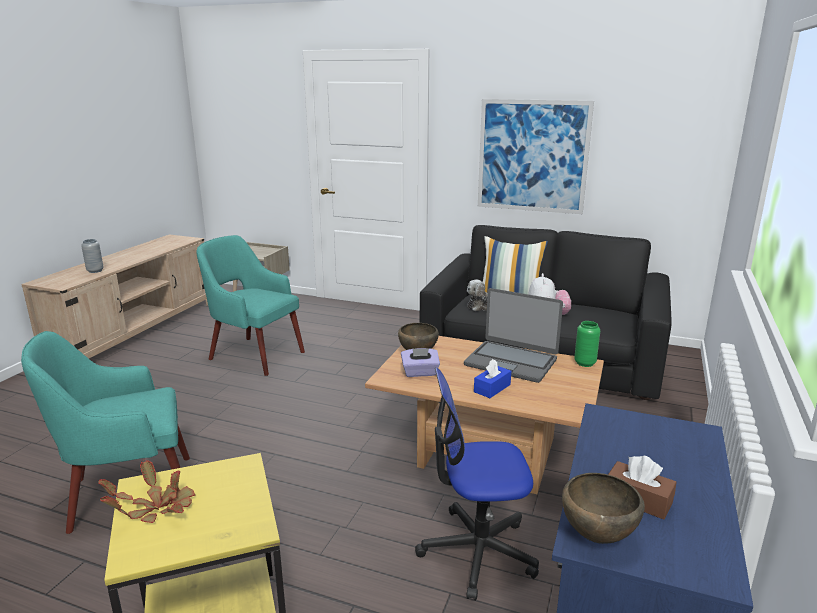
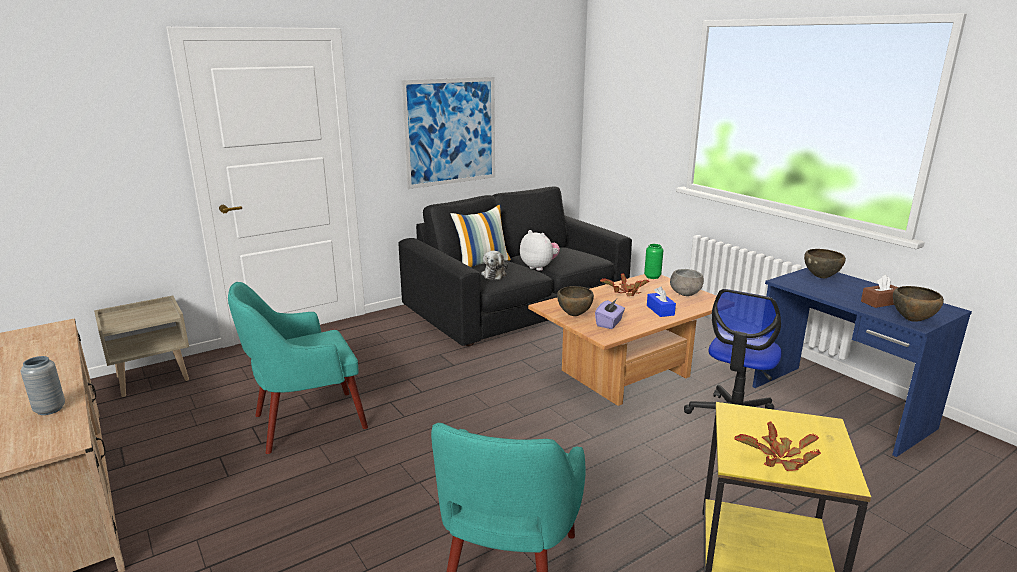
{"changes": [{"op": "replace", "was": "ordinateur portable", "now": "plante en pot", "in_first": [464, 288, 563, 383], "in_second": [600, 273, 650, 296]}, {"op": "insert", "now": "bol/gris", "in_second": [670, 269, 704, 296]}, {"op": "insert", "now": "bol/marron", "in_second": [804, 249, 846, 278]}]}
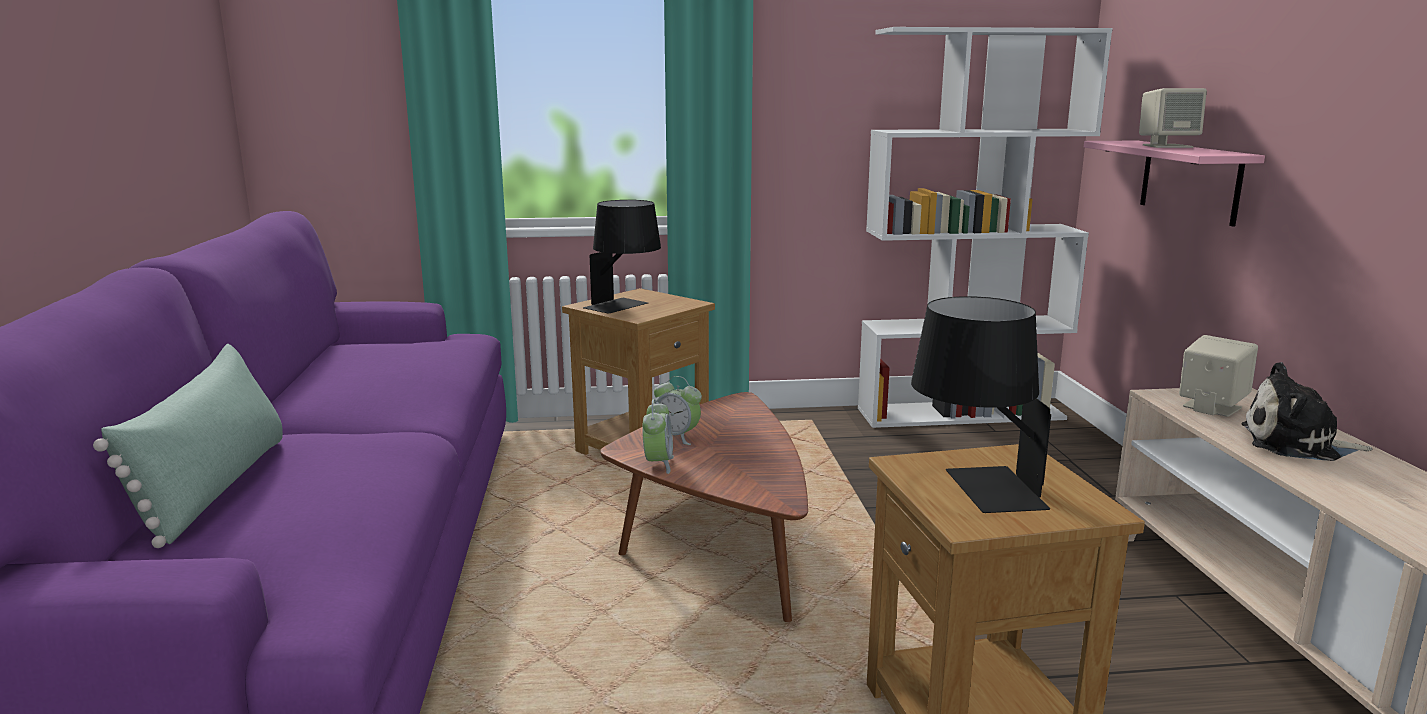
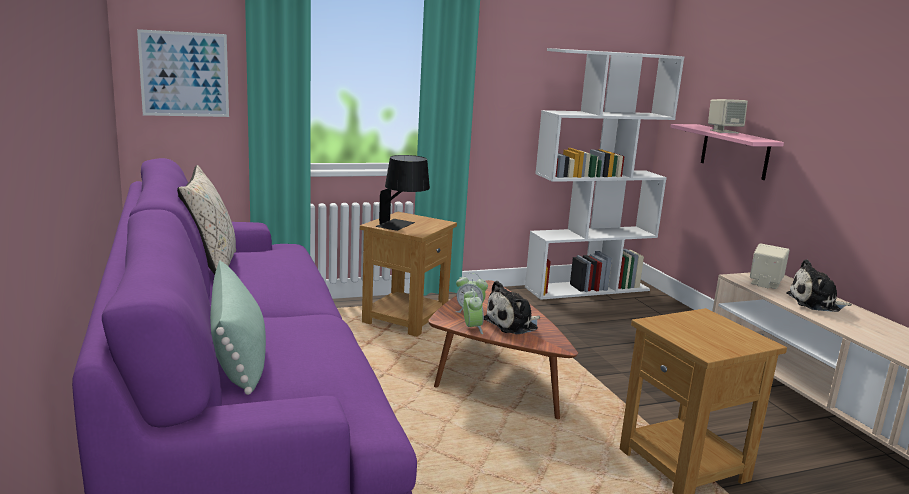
{"changes": [{"op": "insert", "now": "tableau", "in_second": [137, 29, 229, 117]}, {"op": "insert", "now": "coussin/beige", "in_second": [177, 165, 236, 274]}, {"op": "insert", "now": "peluche", "in_second": [484, 281, 540, 334]}, {"op": "delete", "was": "lampe de table/noir", "in_first": [911, 296, 1051, 513]}]}
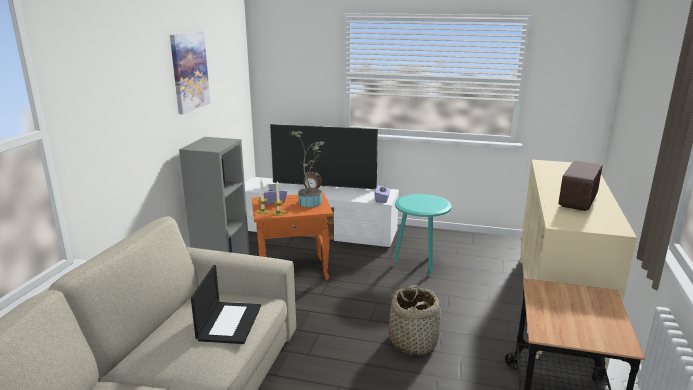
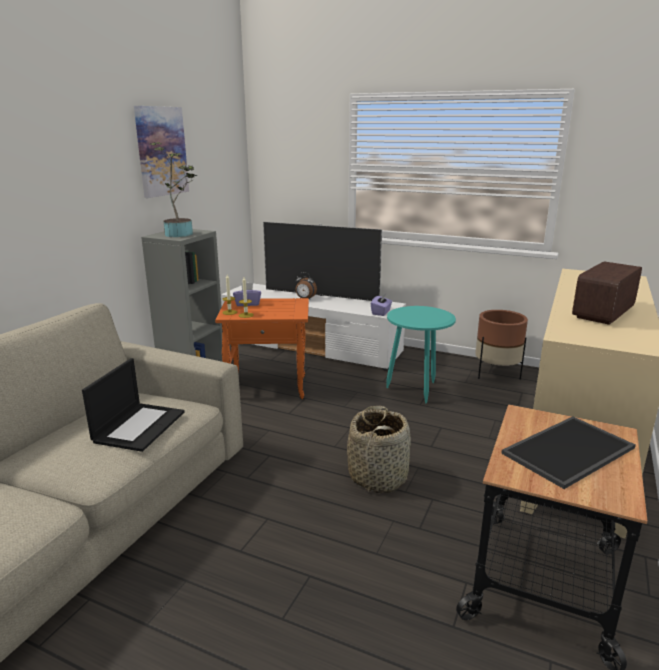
{"changes": [{"op": "move", "was": "plante en pot", "in_first": [290, 131, 324, 207], "in_second": [150, 142, 197, 237]}, {"op": "insert", "now": "cache-pot/marron", "in_second": [475, 310, 528, 380]}, {"op": "insert", "now": "plateau", "in_second": [501, 417, 636, 489]}]}
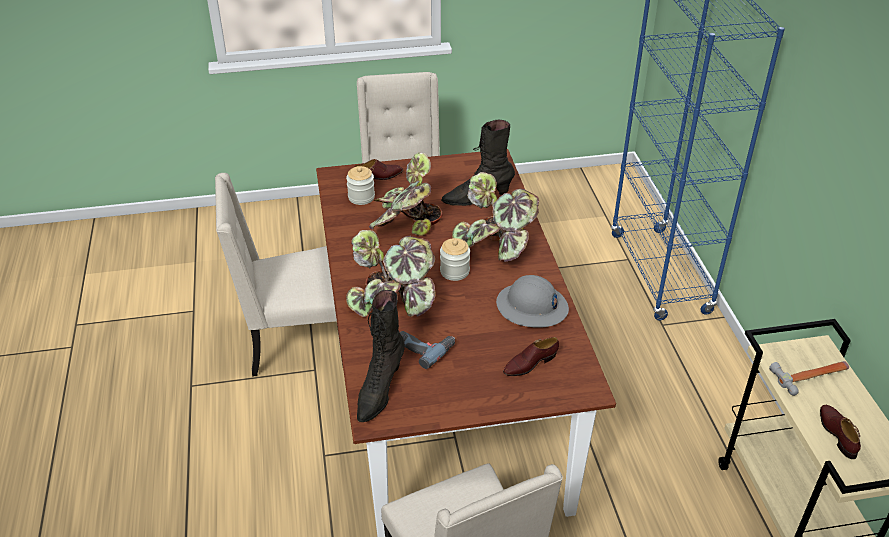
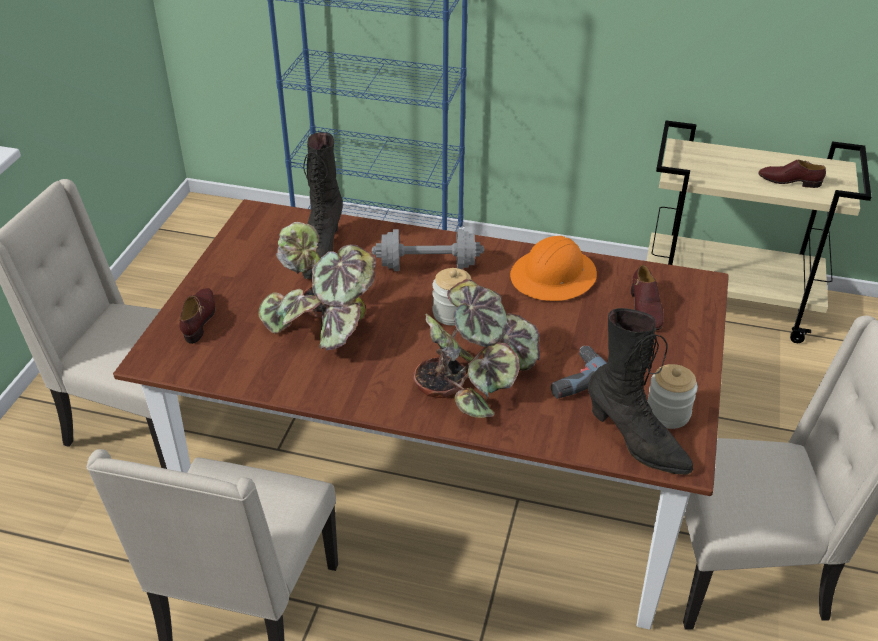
{"changes": [{"op": "replace", "was": "plante en pot", "now": "haltère/gris", "in_first": [452, 172, 539, 262], "in_second": [372, 229, 484, 271]}, {"op": "recolor", "was": "casque de chantier/gris", "now": "casque de chantier/orange", "in_first": [496, 275, 569, 328], "in_second": [510, 236, 597, 301]}, {"op": "move", "was": "bocal", "in_first": [346, 166, 375, 205], "in_second": [647, 364, 698, 429]}, {"op": "delete", "was": "marteau", "in_first": [769, 361, 849, 396]}]}
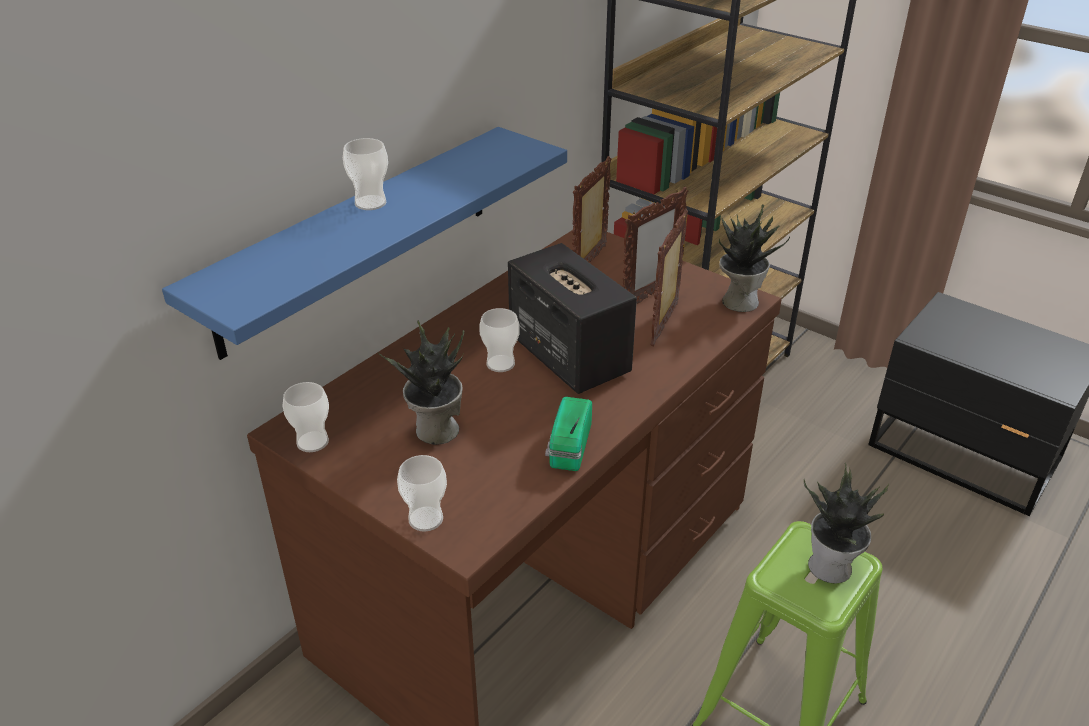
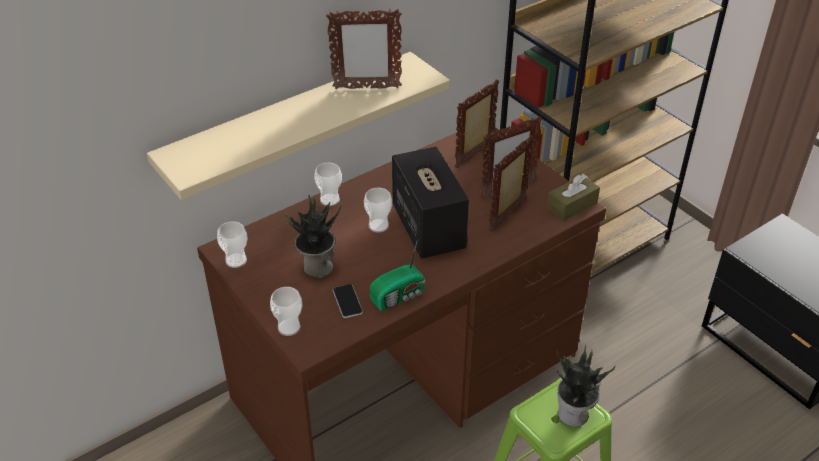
{"changes": [{"op": "recolor", "was": "étagère/bleu", "now": "étagère/beige", "in_first": [162, 127, 567, 360], "in_second": [146, 52, 450, 200]}, {"op": "move", "was": "tasse", "in_first": [343, 138, 388, 210], "in_second": [314, 162, 342, 206]}, {"op": "insert", "now": "cadre photo", "in_second": [326, 9, 402, 89]}, {"op": "insert", "now": "téléphone", "in_second": [333, 284, 363, 318]}, {"op": "rotate", "was": "radio", "in_first": [545, 397, 592, 471], "in_second": [370, 242, 425, 311], "clockwise": -150}, {"op": "replace", "was": "plante en pot", "now": "boîte à mouchoirs/marron", "in_first": [719, 205, 790, 312], "in_second": [547, 174, 600, 221]}]}
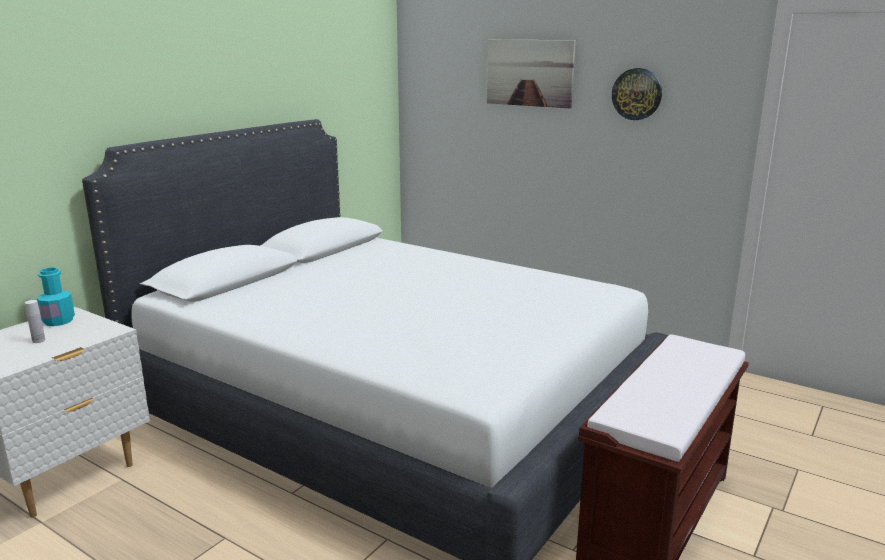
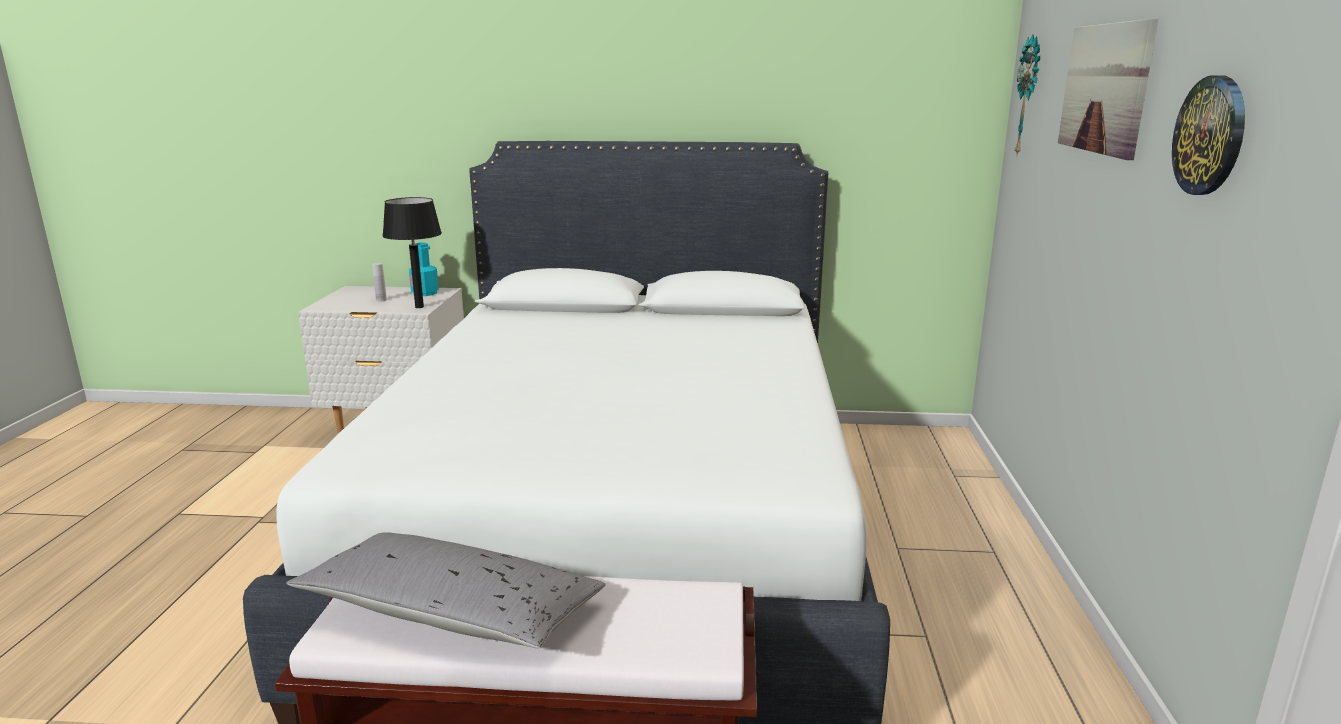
{"changes": [{"op": "insert", "now": "coussin/gris", "in_second": [286, 532, 606, 648]}, {"op": "insert", "now": "lampe de table/noir", "in_second": [382, 197, 442, 308]}, {"op": "insert", "now": "horloge murale", "in_second": [1014, 34, 1040, 155]}]}
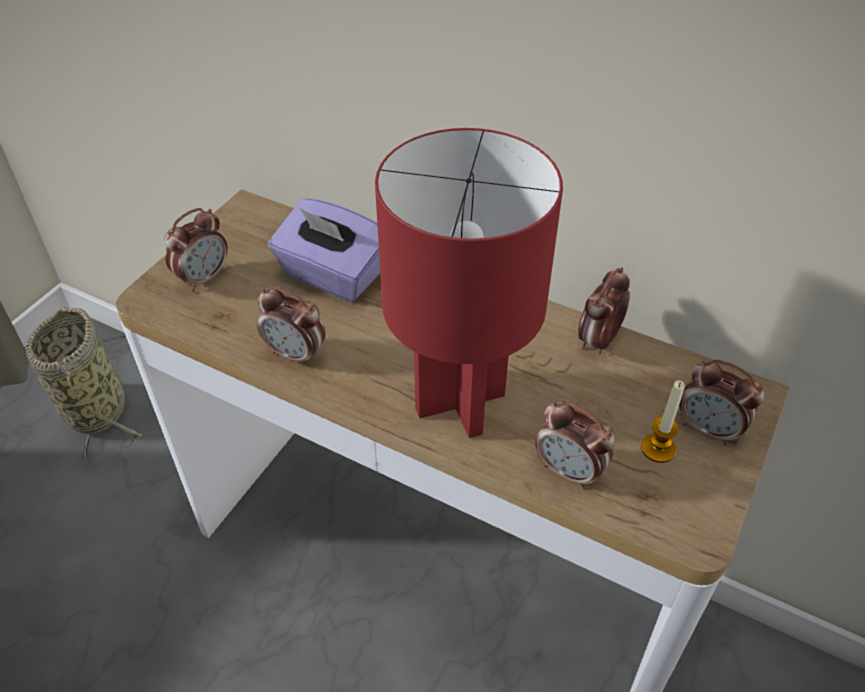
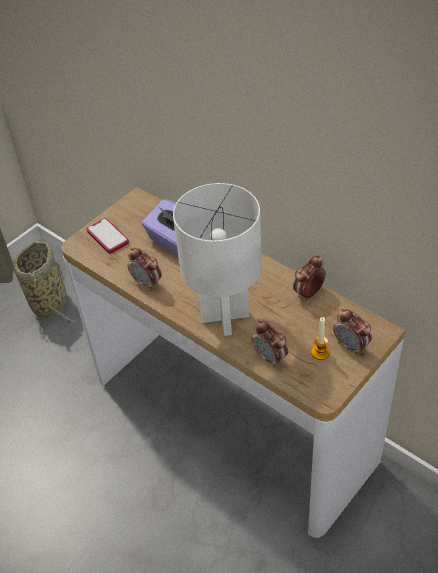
{"changes": [{"op": "replace", "was": "réveil", "now": "téléphone", "in_first": [164, 208, 228, 292], "in_second": [87, 218, 129, 253]}, {"op": "recolor", "was": "lampe de table/rouge", "now": "lampe de table/blanc", "in_first": [375, 128, 563, 438], "in_second": [173, 183, 262, 336]}]}
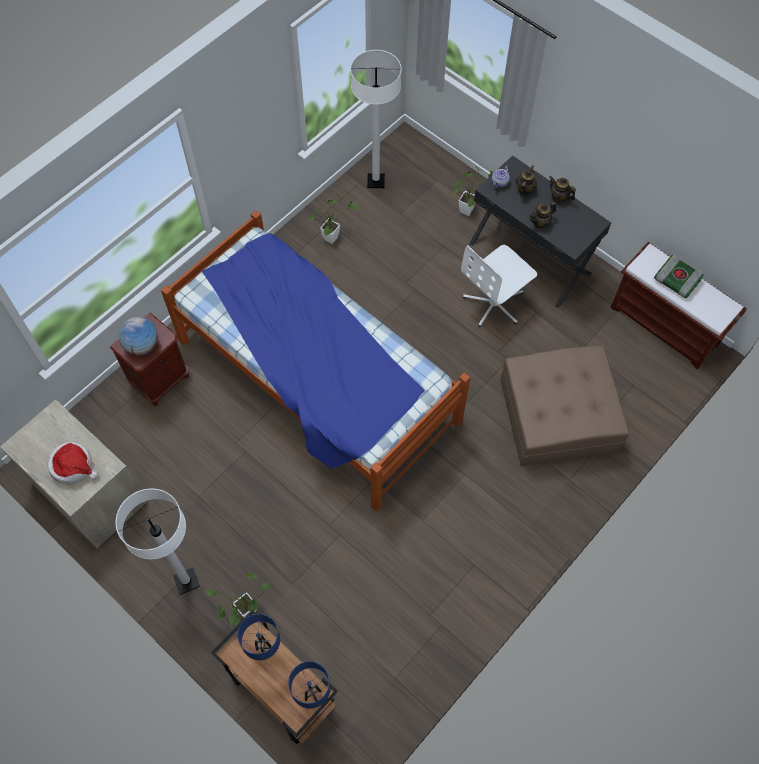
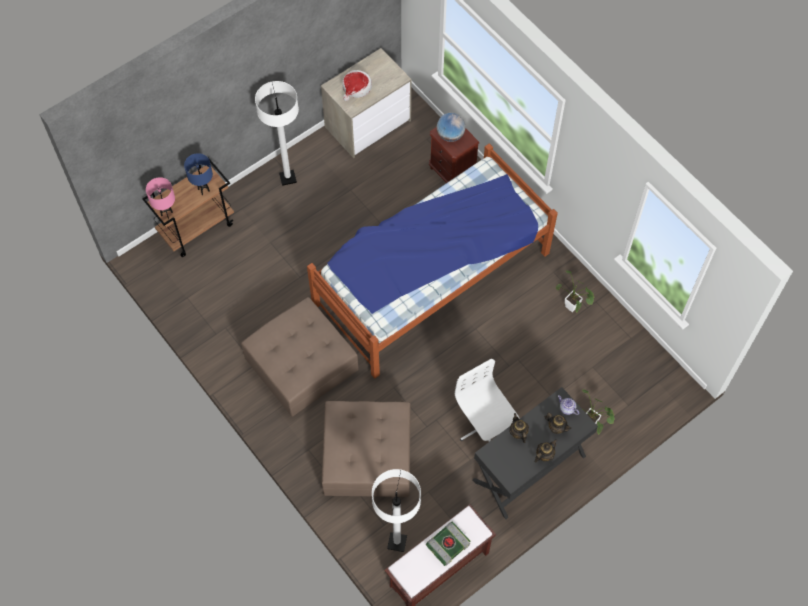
{"changes": [{"op": "recolor", "was": "lampe de table/bleu", "now": "lampe de table/rose", "in_first": [288, 661, 331, 709], "in_second": [146, 177, 175, 219]}, {"op": "insert", "now": "pouf/marron", "in_second": [241, 297, 359, 417]}, {"op": "move", "was": "lampadaire/blanc", "in_first": [351, 50, 401, 188], "in_second": [372, 469, 421, 552]}, {"op": "delete", "was": "plante en pot", "in_first": [205, 573, 270, 626]}]}
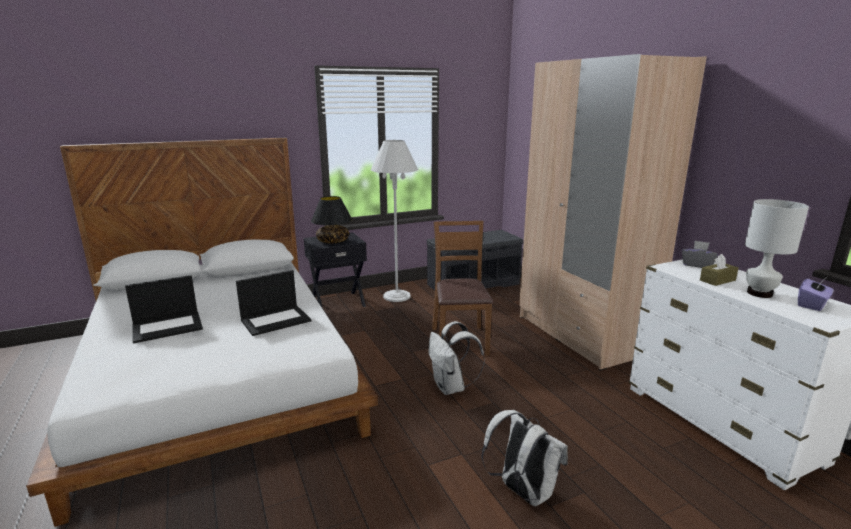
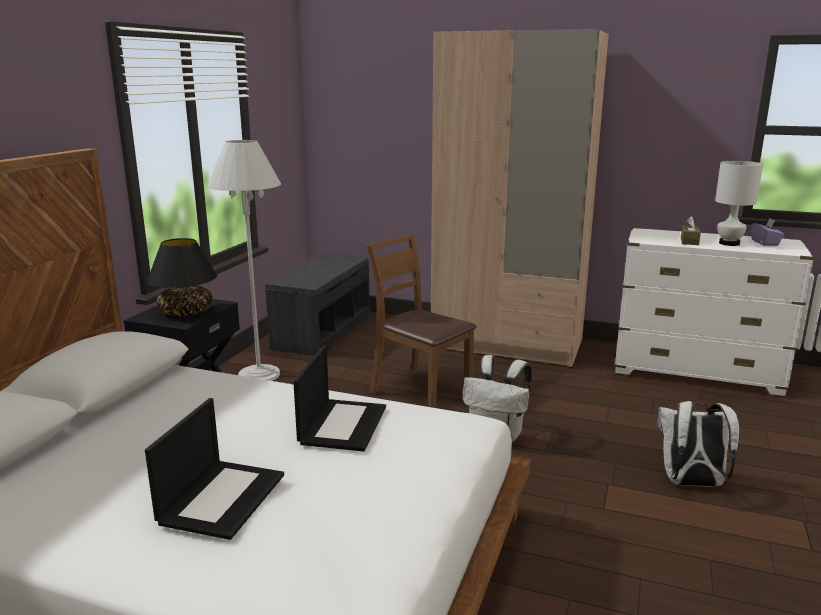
{"changes": [{"op": "delete", "was": "boîte à mouchoirs/gris", "in_first": [682, 241, 718, 268]}]}
